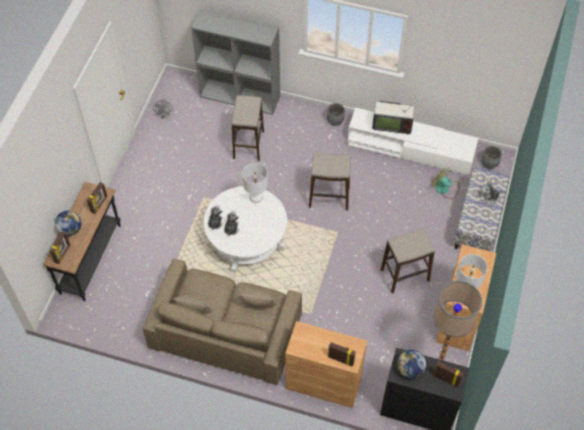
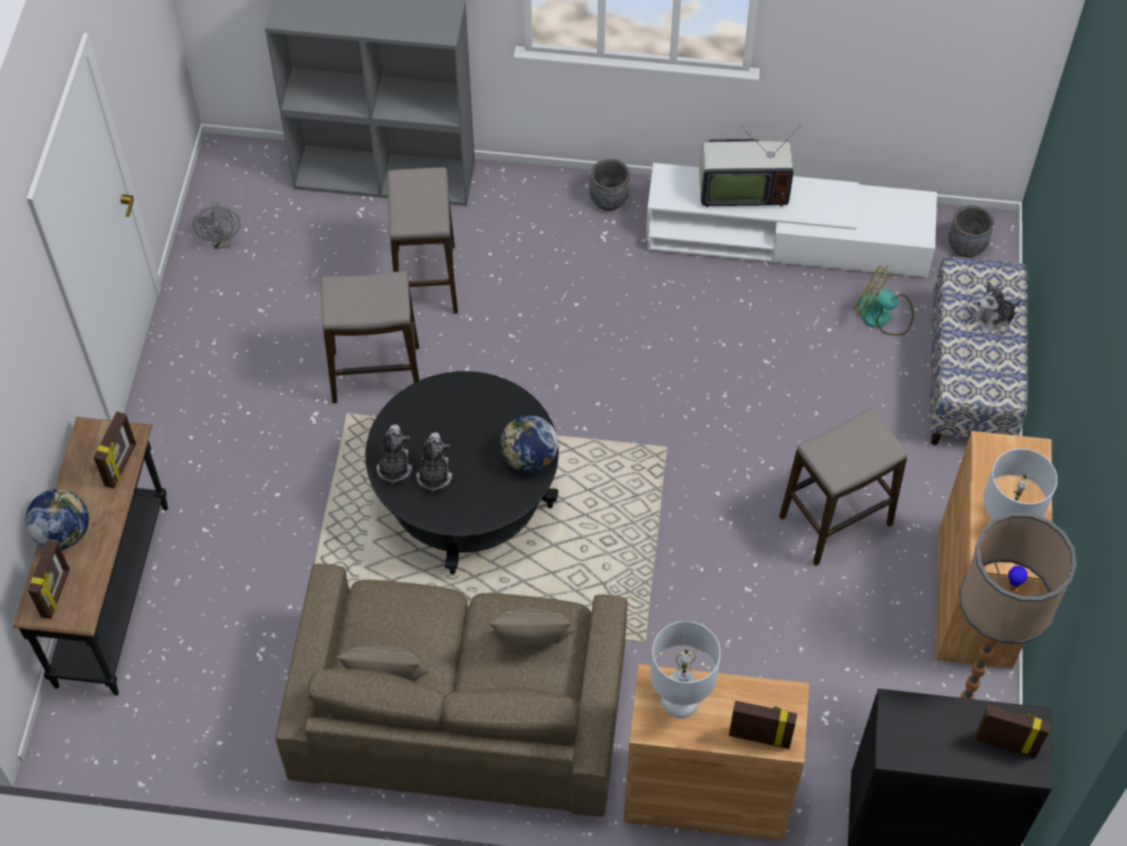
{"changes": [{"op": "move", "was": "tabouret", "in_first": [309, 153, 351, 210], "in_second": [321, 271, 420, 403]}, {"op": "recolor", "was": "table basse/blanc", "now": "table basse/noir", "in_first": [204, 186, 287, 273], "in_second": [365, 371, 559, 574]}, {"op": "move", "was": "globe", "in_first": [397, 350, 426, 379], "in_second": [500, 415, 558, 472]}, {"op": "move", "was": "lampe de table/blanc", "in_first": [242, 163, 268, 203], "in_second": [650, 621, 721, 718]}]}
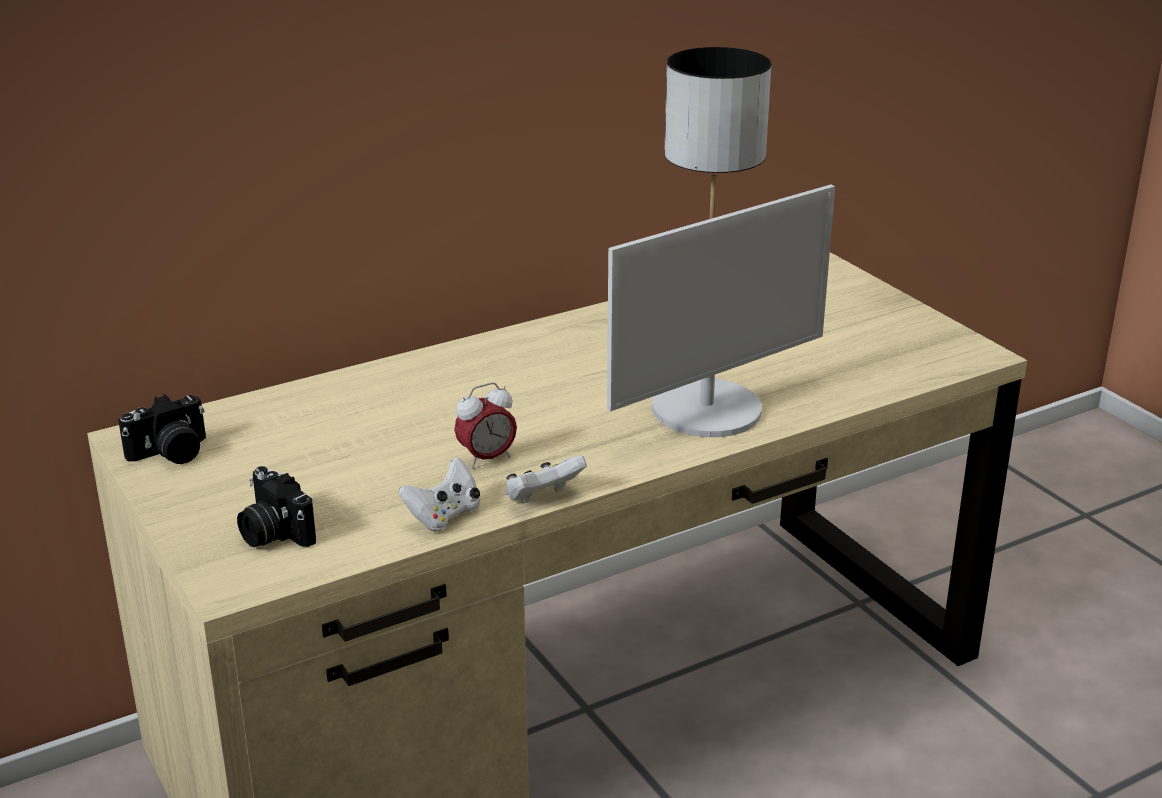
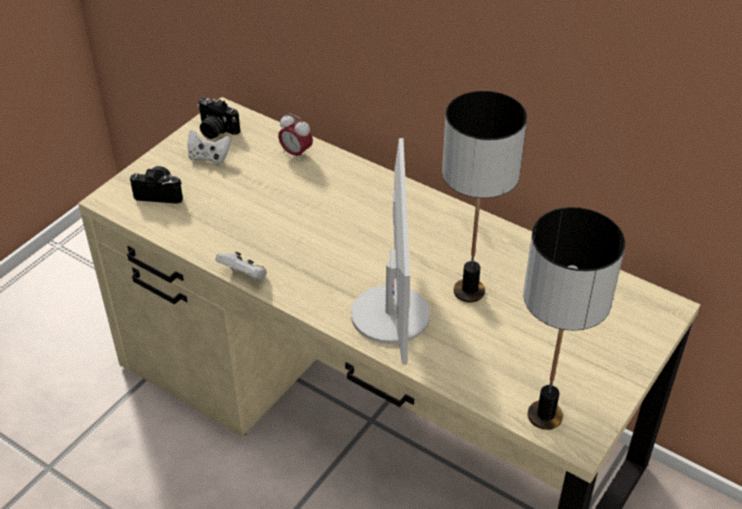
{"changes": [{"op": "rotate", "was": "appareil photo", "in_first": [237, 466, 316, 547], "in_second": [130, 166, 183, 204], "clockwise": 75}, {"op": "move", "was": "manette/blanc", "in_first": [399, 457, 480, 531], "in_second": [187, 130, 231, 165]}, {"op": "move", "was": "réveil", "in_first": [454, 382, 517, 469], "in_second": [278, 113, 313, 161]}, {"op": "rotate", "was": "écran d'ordinateur", "in_first": [607, 184, 835, 437], "in_second": [351, 138, 430, 365], "clockwise": -120}, {"op": "insert", "now": "lampe de table", "in_second": [523, 207, 625, 430]}]}
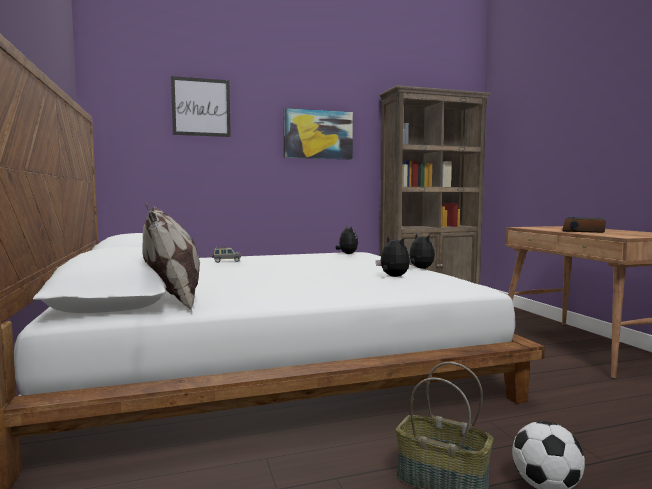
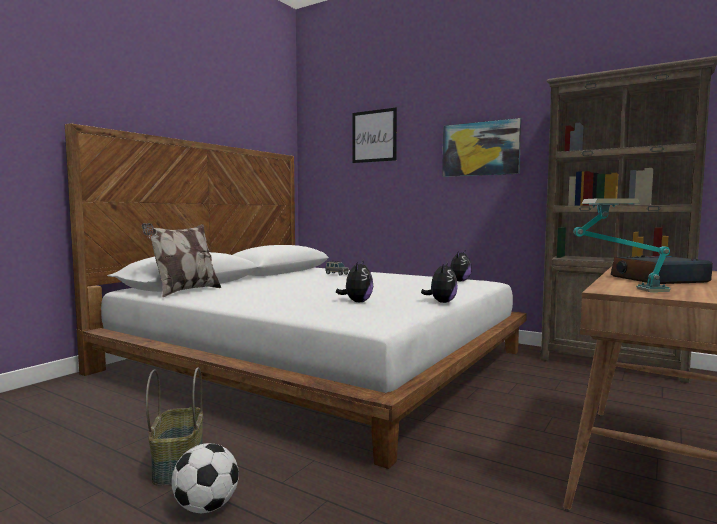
{"changes": [{"op": "insert", "now": "lampe de table", "in_second": [573, 198, 671, 292]}]}
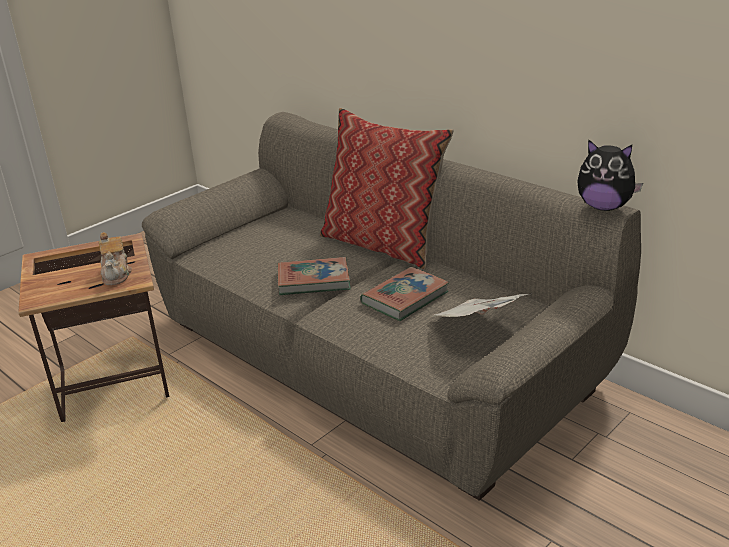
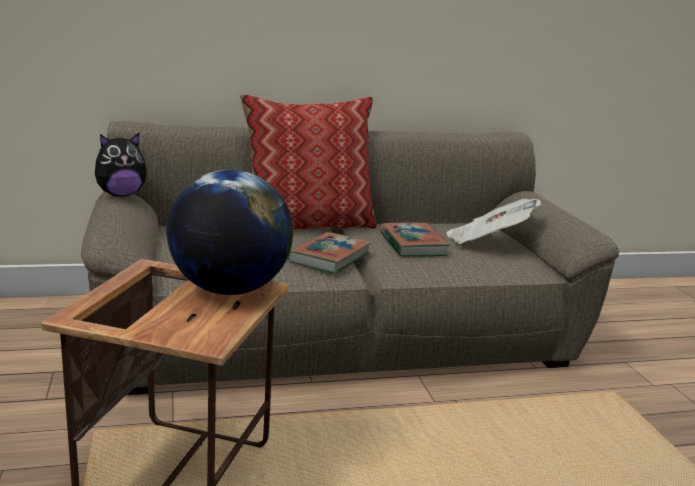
{"changes": [{"op": "move", "was": "peluche", "in_first": [578, 139, 643, 211], "in_second": [95, 133, 147, 197]}, {"op": "replace", "was": "théière", "now": "globe", "in_first": [99, 232, 132, 285], "in_second": [167, 170, 293, 295]}]}
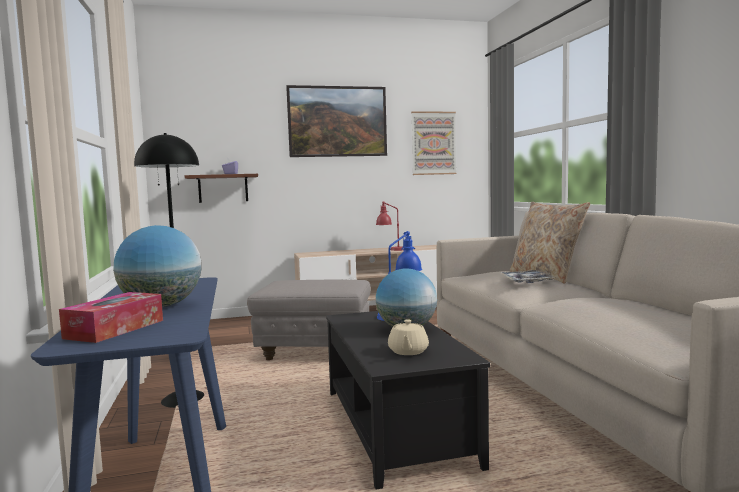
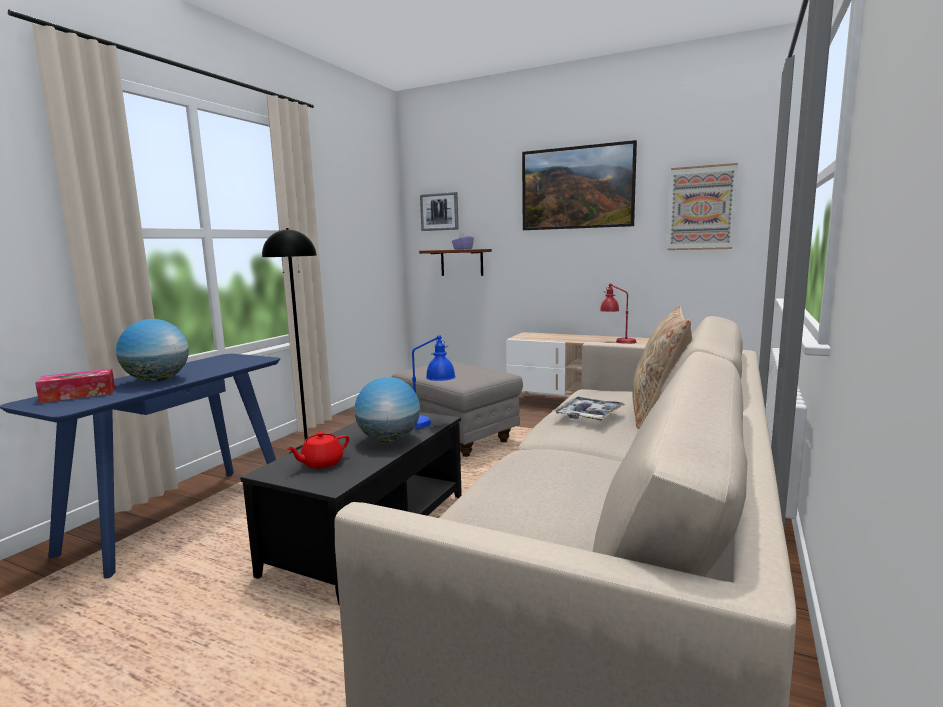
{"changes": [{"op": "recolor", "was": "théière/beige", "now": "théière/rouge", "in_first": [388, 319, 429, 355], "in_second": [286, 432, 349, 469]}, {"op": "insert", "now": "tableau", "in_second": [420, 192, 459, 231]}]}
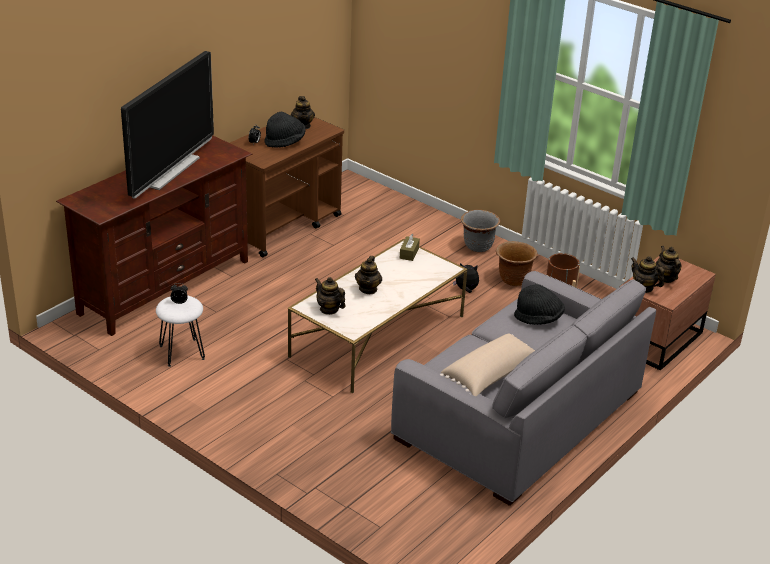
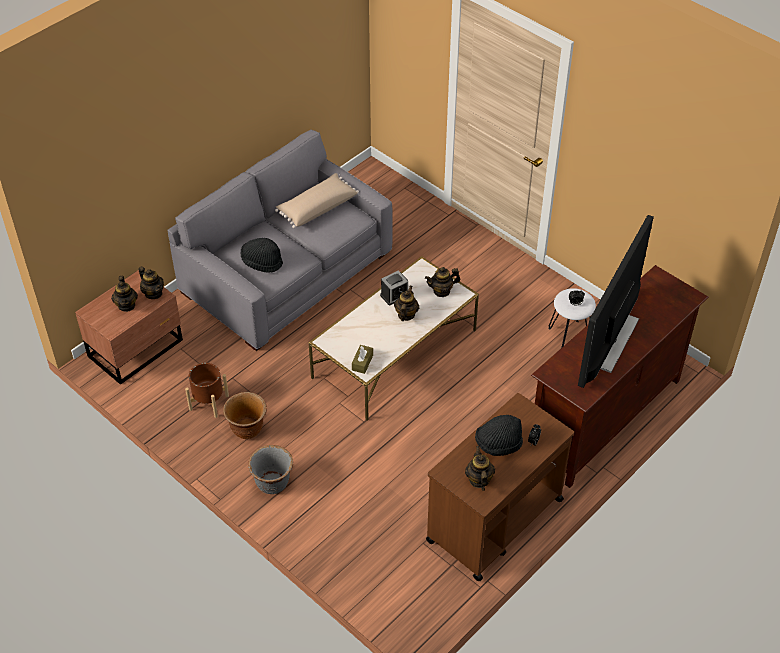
{"changes": [{"op": "insert", "now": "réveil", "in_second": [380, 271, 408, 305]}, {"op": "rotate", "was": "théière", "in_first": [315, 277, 346, 315], "in_second": [425, 267, 460, 297], "clockwise": 120}, {"op": "delete", "was": "peluche", "in_first": [453, 263, 479, 293]}]}
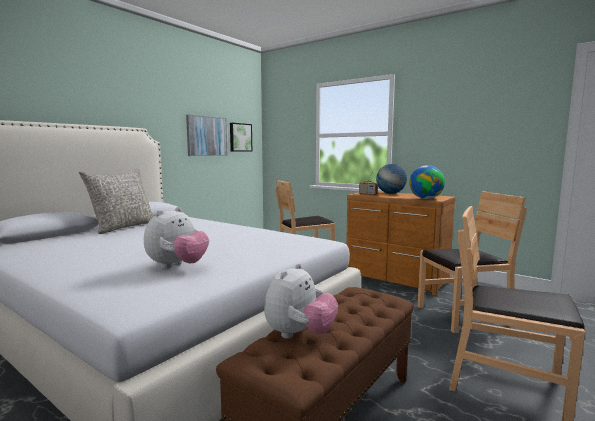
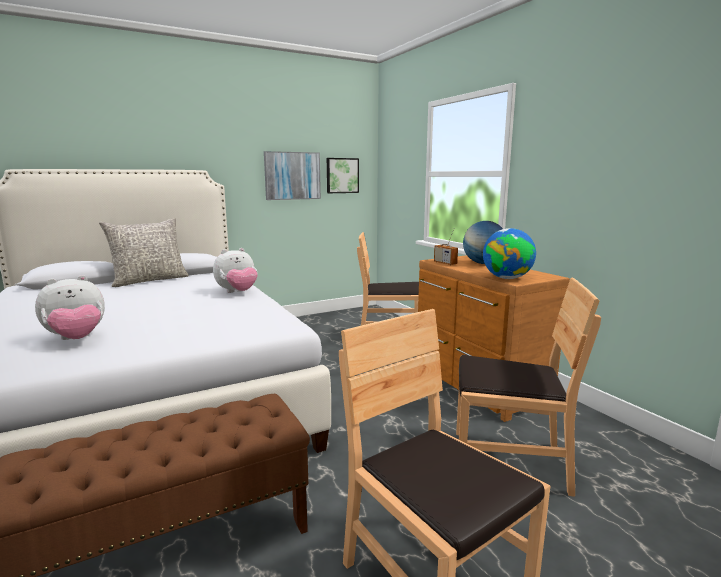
{"changes": [{"op": "move", "was": "peluche", "in_first": [264, 263, 338, 339], "in_second": [213, 248, 258, 293]}]}
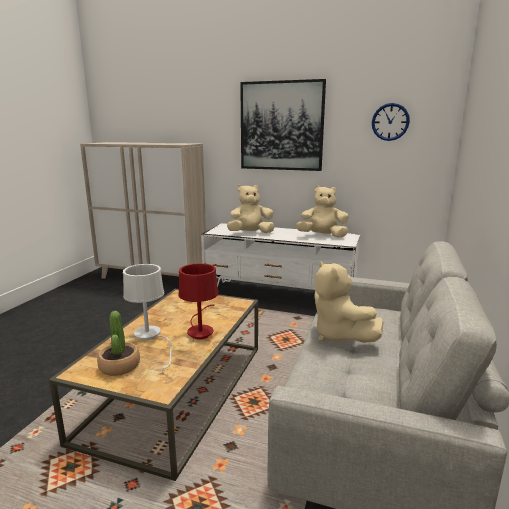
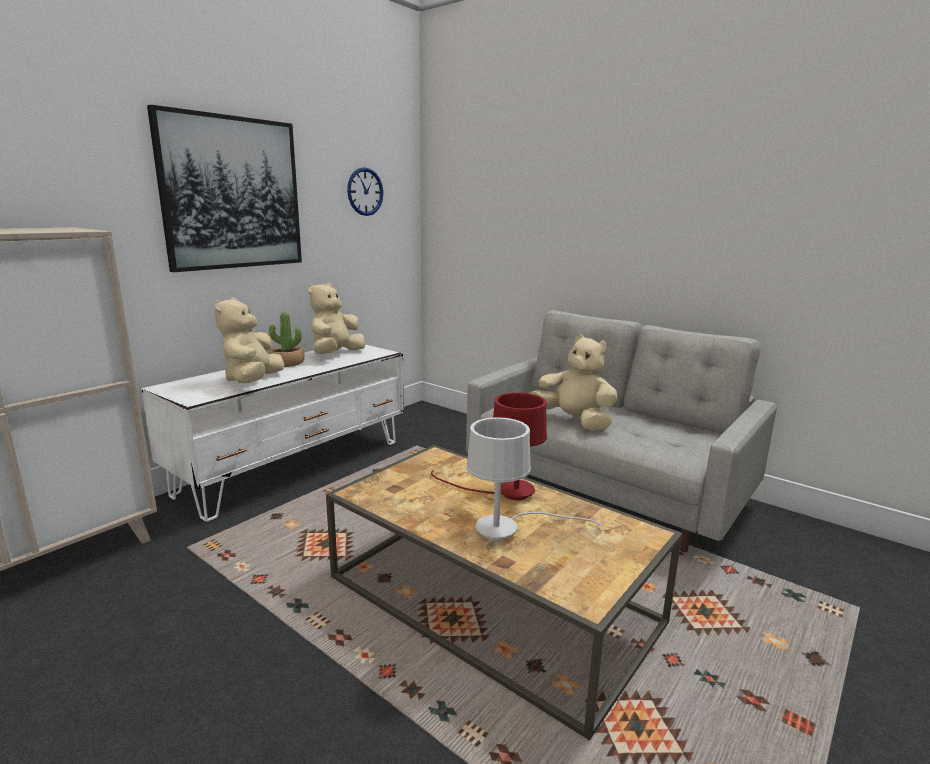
{"changes": [{"op": "move", "was": "plante en pot", "in_first": [97, 311, 140, 376], "in_second": [269, 312, 305, 367]}, {"op": "rotate", "was": "peluche/beige", "in_first": [315, 261, 384, 343], "in_second": [530, 334, 618, 431], "clockwise": -135}]}
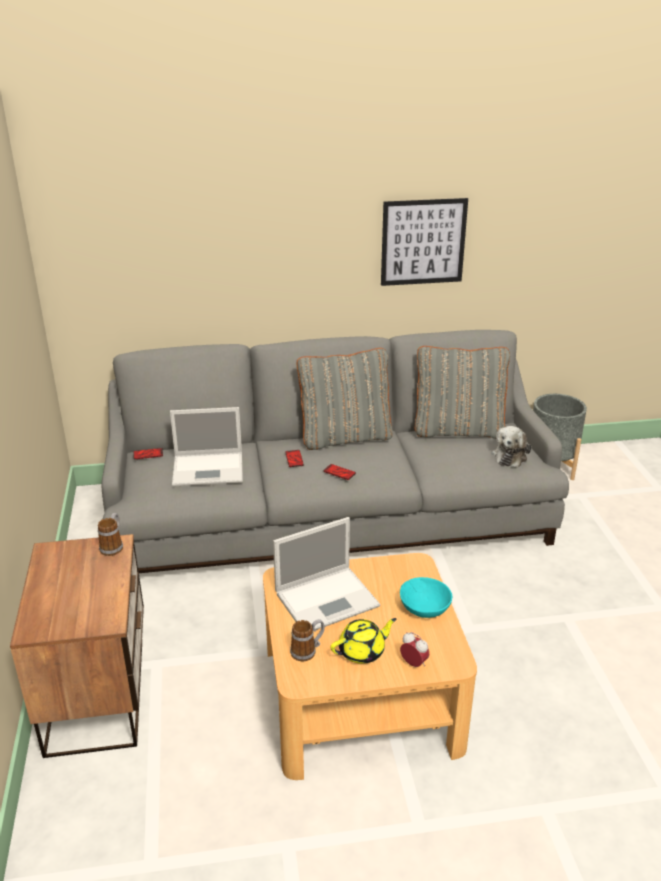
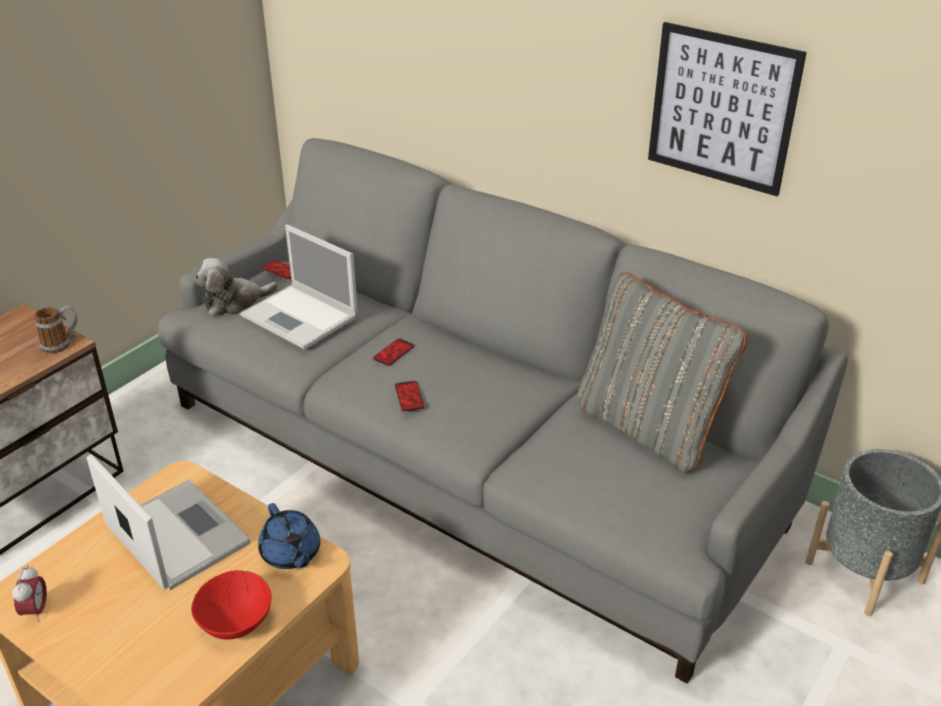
{"changes": [{"op": "move", "was": "réveil", "in_first": [400, 632, 429, 667], "in_second": [12, 565, 47, 622]}, {"op": "rotate", "was": "ordinateur portable", "in_first": [273, 517, 380, 630], "in_second": [87, 454, 251, 590], "clockwise": -150}, {"op": "recolor", "was": "bol/turquoise", "now": "bol/rouge", "in_first": [400, 577, 452, 618], "in_second": [191, 570, 272, 640]}, {"op": "move", "was": "peluche", "in_first": [491, 426, 531, 468], "in_second": [195, 258, 278, 316]}, {"op": "insert", "now": "théière/bleu", "in_second": [258, 503, 320, 569]}, {"op": "delete", "was": "mug", "in_first": [290, 619, 325, 661]}, {"op": "delete", "was": "coussin/gris", "in_first": [297, 348, 393, 450]}, {"op": "delete", "was": "théière/jaune", "in_first": [331, 618, 396, 664]}]}
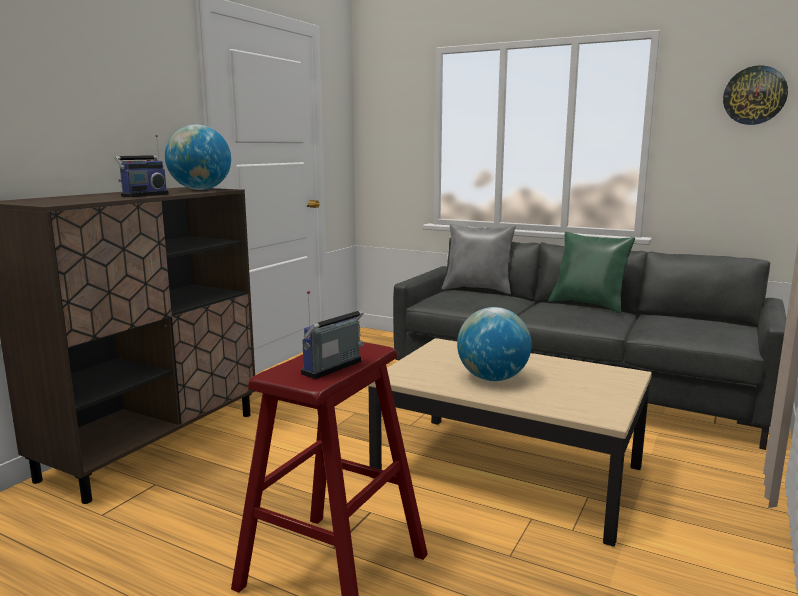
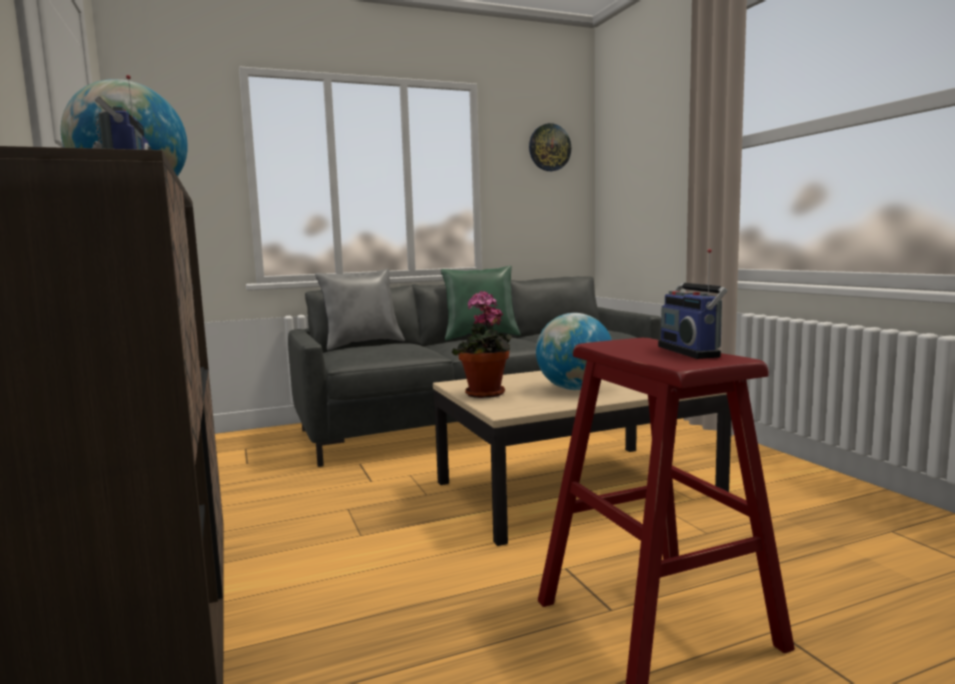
{"changes": [{"op": "insert", "now": "plante en pot", "in_second": [452, 291, 512, 398]}]}
